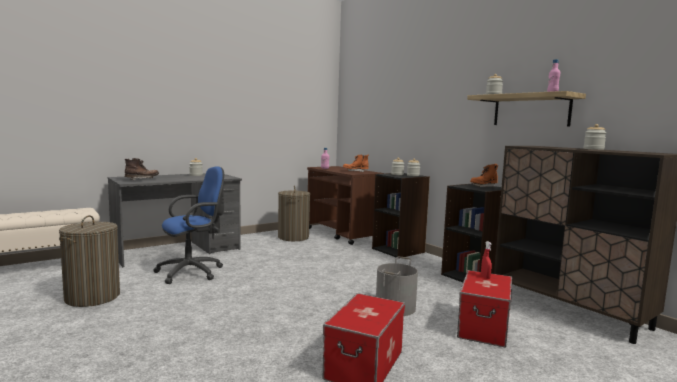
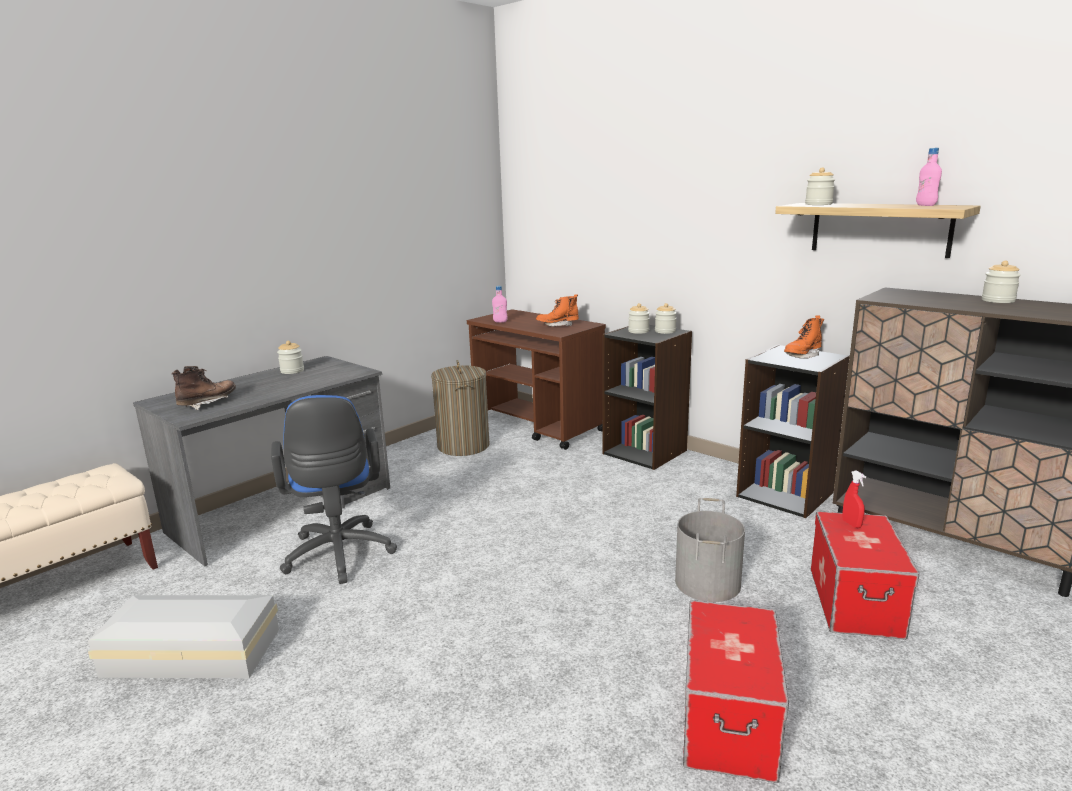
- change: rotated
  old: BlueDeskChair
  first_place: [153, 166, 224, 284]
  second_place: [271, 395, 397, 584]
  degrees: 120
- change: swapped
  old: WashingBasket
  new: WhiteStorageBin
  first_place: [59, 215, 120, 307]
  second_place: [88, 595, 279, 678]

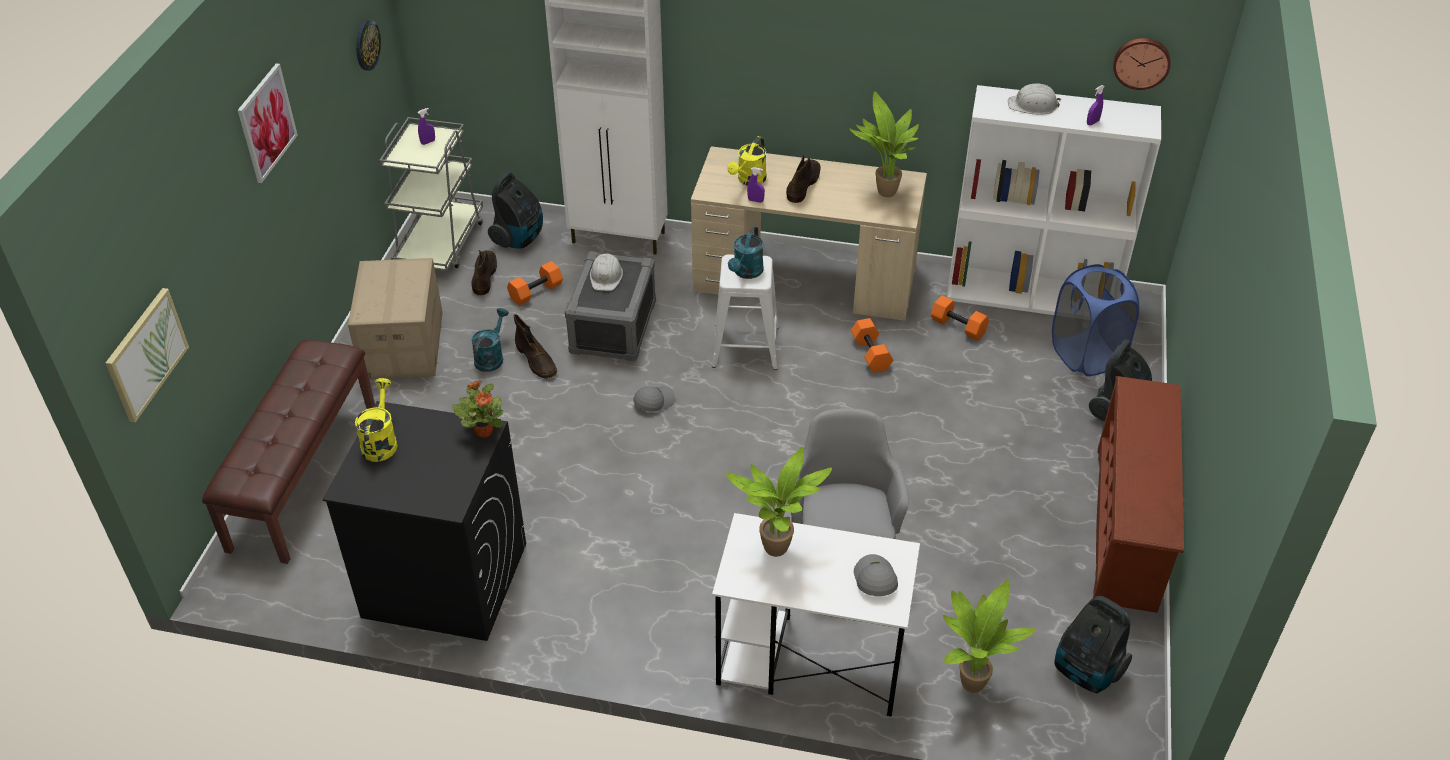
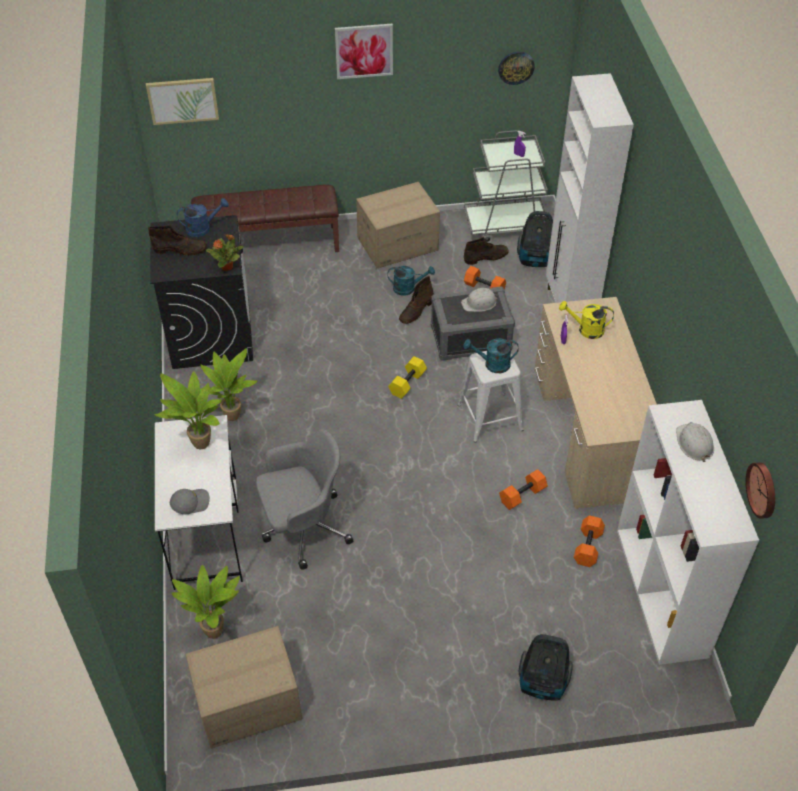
- change: gone
  old: PurplishSprayer
  first_place: [1087, 85, 1105, 125]
- change: shifted
  old: PlantInAPot
  first_place: [849, 91, 921, 197]
  second_place: [200, 348, 258, 421]
- change: shifted
  old: BrownTallBoot
  first_place: [786, 155, 821, 203]
  second_place: [148, 225, 207, 255]
- change: gone
  old: BlueWashingBasket
  first_place: [1052, 264, 1139, 376]
- change: gone
  old: BrownShoeStand
  first_place: [1092, 376, 1184, 613]
- change: repainted
  old: YellowWateringCan
  new: BlueWateringCan
  first_place: [355, 378, 398, 462]
  second_place: [177, 198, 229, 237]
- change: swapped
  old: GreyishBaseballCap
  new: YellowDumbbell
  first_place: [633, 386, 675, 412]
  second_place: [388, 356, 427, 399]
- change: swapped
  old: Hoover
  new: CardboardBox
  first_place: [1054, 596, 1132, 693]
  second_place: [186, 626, 302, 748]

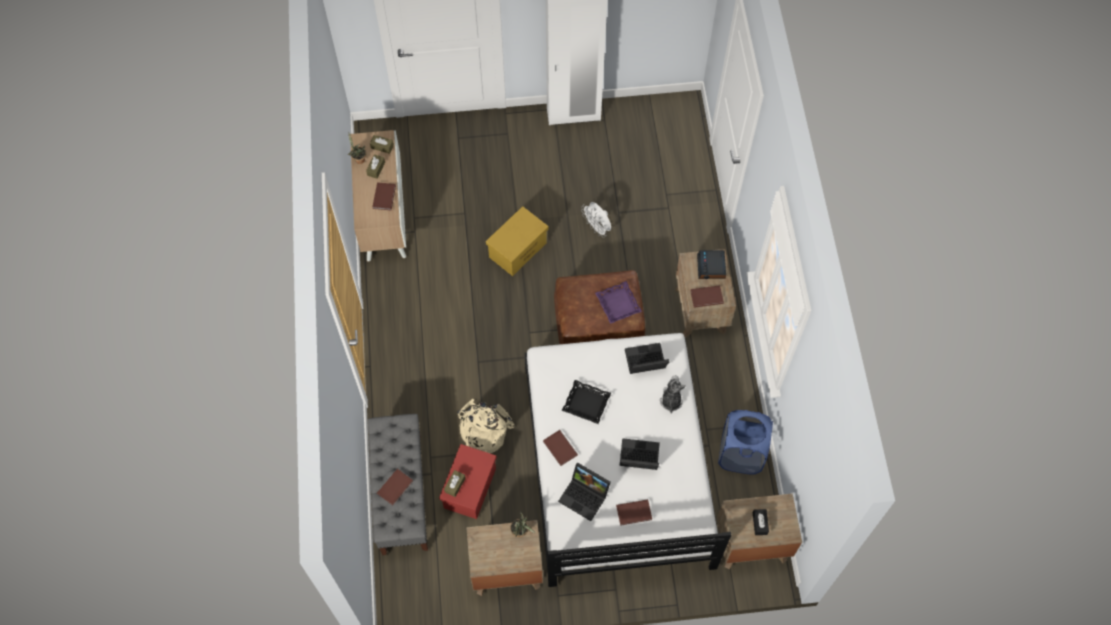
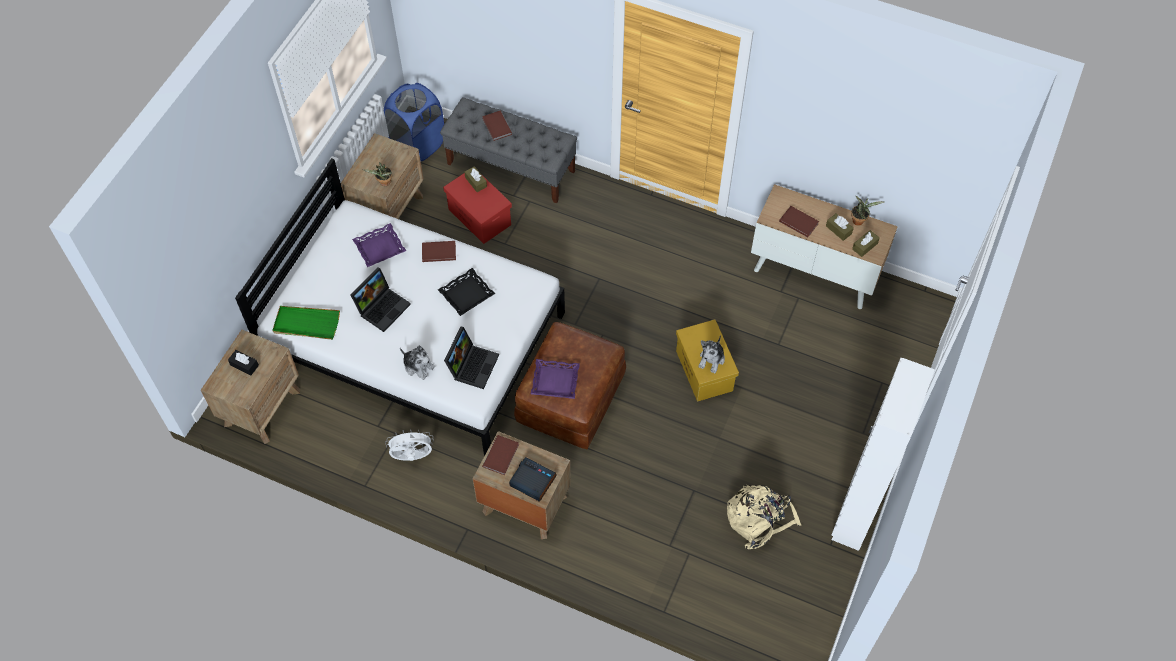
- change: shifted
  old: WhiteCoolingFan
  first_place: [581, 202, 611, 238]
  second_place: [385, 429, 434, 461]
- change: shifted
  old: SandColouredBackpack
  first_place: [457, 398, 514, 453]
  second_place: [727, 485, 801, 549]
- change: shifted
  old: BlueWashingBasket
  first_place: [718, 410, 773, 475]
  second_place: [384, 83, 444, 161]
- change: swapped
  old: Laptop
  new: PurplishCarryingTray
  first_place: [558, 462, 611, 521]
  second_place: [352, 223, 406, 267]
- change: gone
  old: BrownBoundBook
  first_place: [616, 499, 652, 526]
- change: new
  new: GreenCarryingTray
  second_place: [272, 306, 340, 340]
- change: new
  new: CuddlyToy
  second_place: [699, 335, 725, 374]

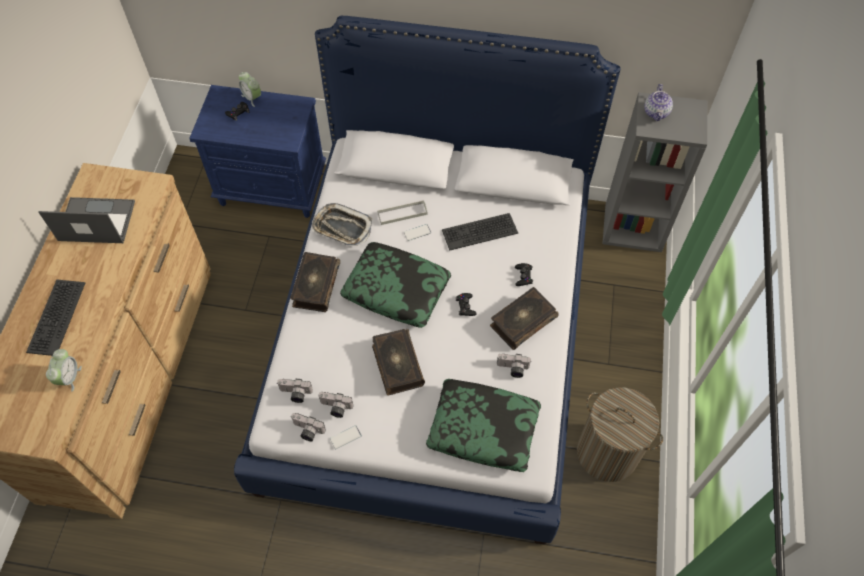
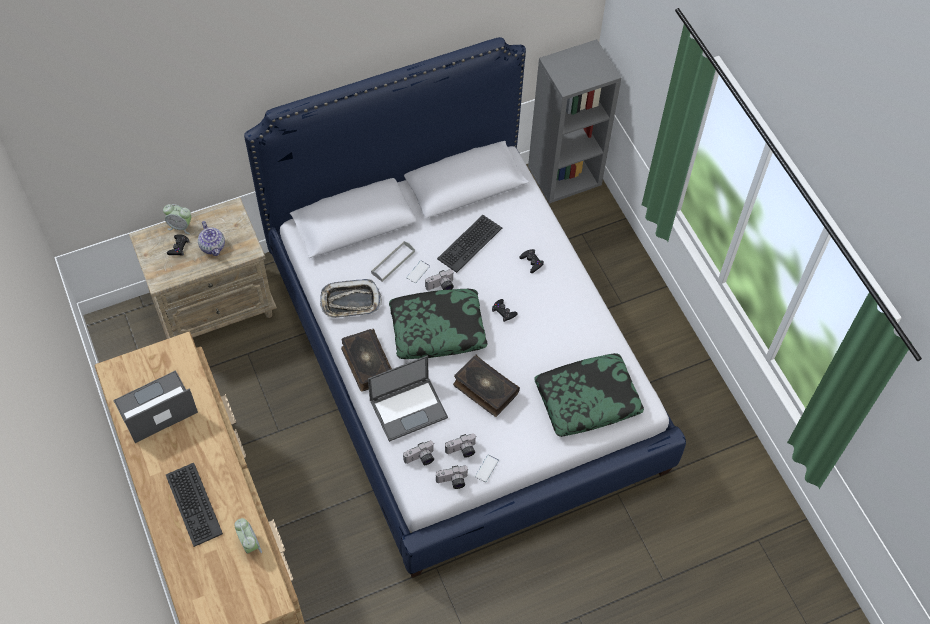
- change: shifted
  old: Teapot
  first_place: [644, 84, 673, 121]
  second_place: [198, 221, 225, 256]
- change: repainted
  old: BlueNightstand
  new: SandColouredNightstand
  first_place: [189, 85, 326, 218]
  second_place: [129, 198, 277, 339]
- change: gone
  old: BoundBook
  first_place: [490, 287, 559, 350]
- change: shifted
  old: StillCamera
  first_place: [497, 354, 531, 378]
  second_place: [425, 269, 454, 290]
- change: gone
  old: WashingBasket
  first_place: [577, 388, 663, 482]
- change: new
  new: Laptop
  second_place: [368, 355, 448, 442]

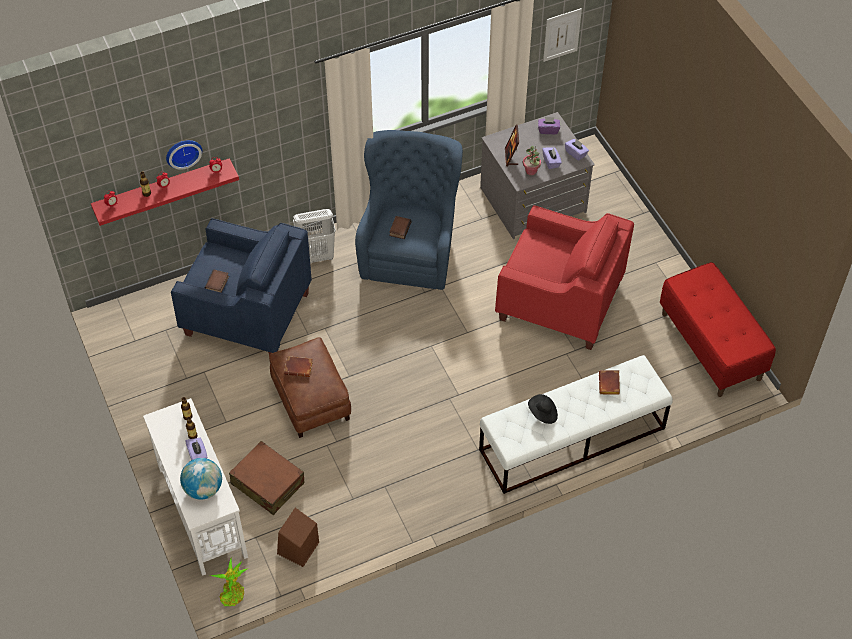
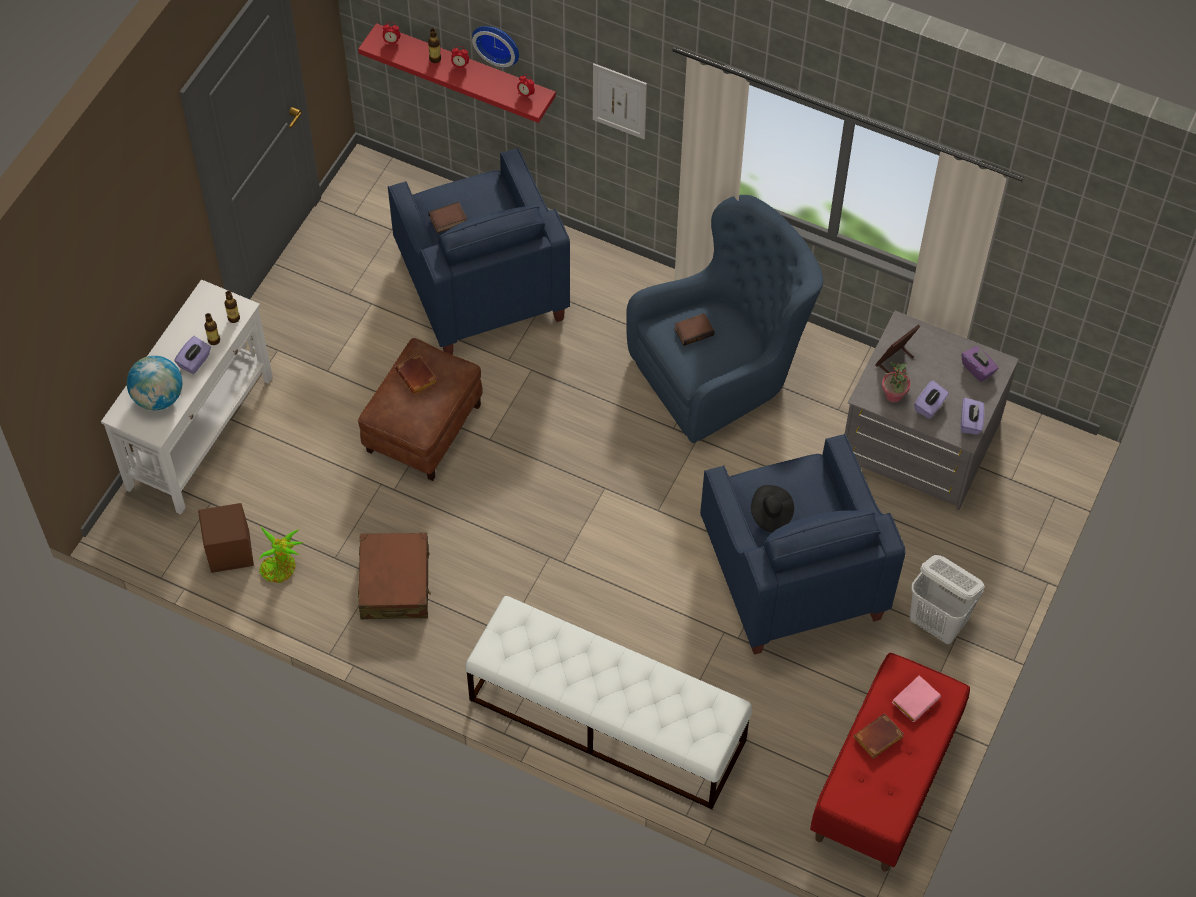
- change: shifted
  old: WallArt
  first_place: [543, 8, 582, 62]
  second_place: [593, 64, 647, 139]
- change: repainted
  old: ReddishLoungeChair
  new: BlueLoungeChair
  first_place: [495, 205, 634, 350]
  second_place: [700, 434, 906, 655]
- change: shifted
  old: WhiteWashingBasket
  first_place: [293, 209, 336, 263]
  second_place: [910, 555, 984, 644]
- change: shifted
  old: BrownBoundBook
  first_place: [599, 370, 620, 394]
  second_place: [854, 713, 904, 759]
- change: shifted
  old: BlackColouredWearableHat
  first_place: [528, 394, 558, 424]
  second_place: [751, 485, 794, 532]
- change: shifted
  old: BrownPieceOfLuggage
  first_place: [229, 441, 305, 515]
  second_place: [358, 533, 431, 620]
- change: shifted
  old: PlantInAPot
  first_place: [210, 558, 249, 606]
  second_place: [259, 527, 303, 583]
- change: new
  new: PinkishBoundBook
  second_place: [892, 675, 941, 722]

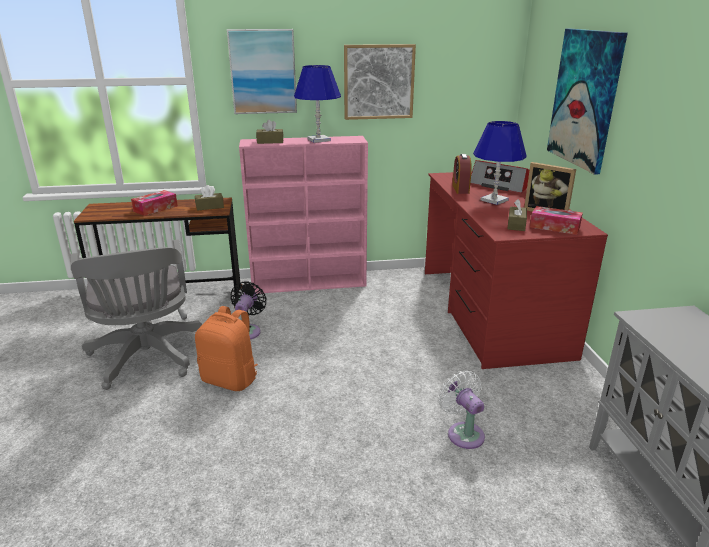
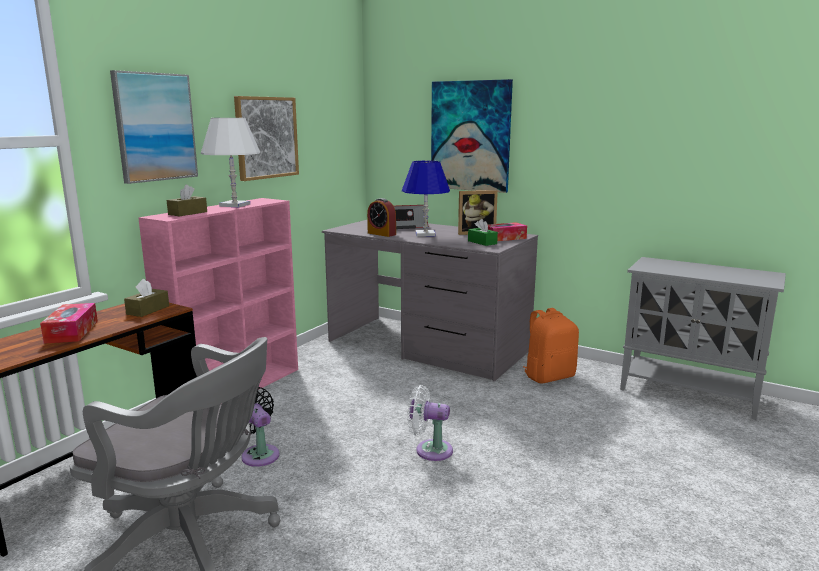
- change: repainted
  old: BlueTableLamp
  new: WhiteTableLamp
  first_place: [294, 65, 341, 143]
  second_place: [201, 118, 260, 207]
- change: repainted
  old: ReddishDeskUnit
  new: GreyishDeskUnit
  first_place: [425, 172, 608, 369]
  second_place: [322, 220, 538, 382]
- change: repainted
  old: BrownTissueHolder
  new: GreenTissueHolder
  first_place: [508, 199, 527, 231]
  second_place: [468, 219, 498, 246]
- change: shifted
  old: OrangeBackpack
  first_place: [195, 306, 258, 391]
  second_place: [523, 308, 579, 383]
- change: shifted
  old: WhiteCoolingFan
  first_place: [438, 370, 485, 449]
  second_place: [408, 385, 453, 461]

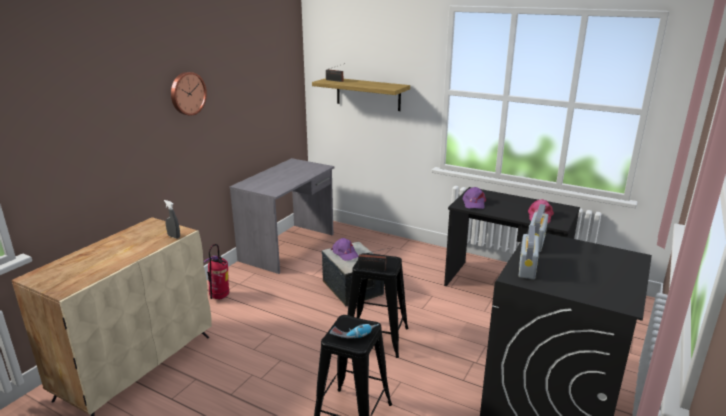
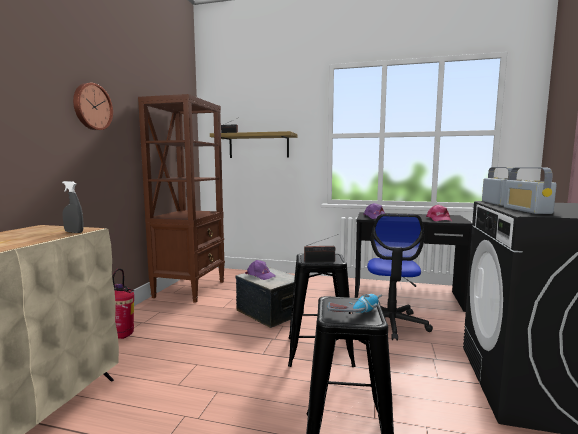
- change: swapped
  old: GreyishDeskUnit
  new: BrownBookshelf
  first_place: [230, 158, 335, 274]
  second_place: [138, 94, 225, 303]
- change: new
  new: DeskChair
  second_place: [367, 214, 433, 341]

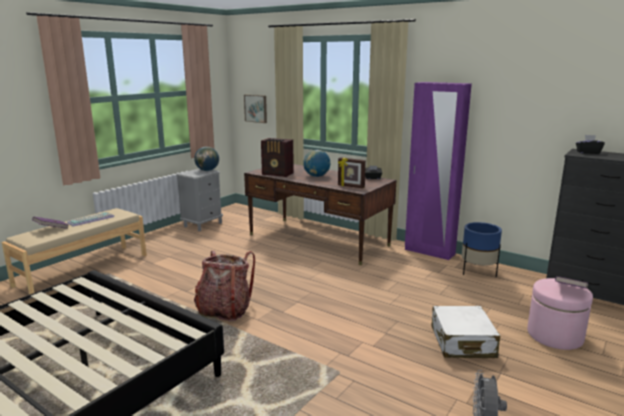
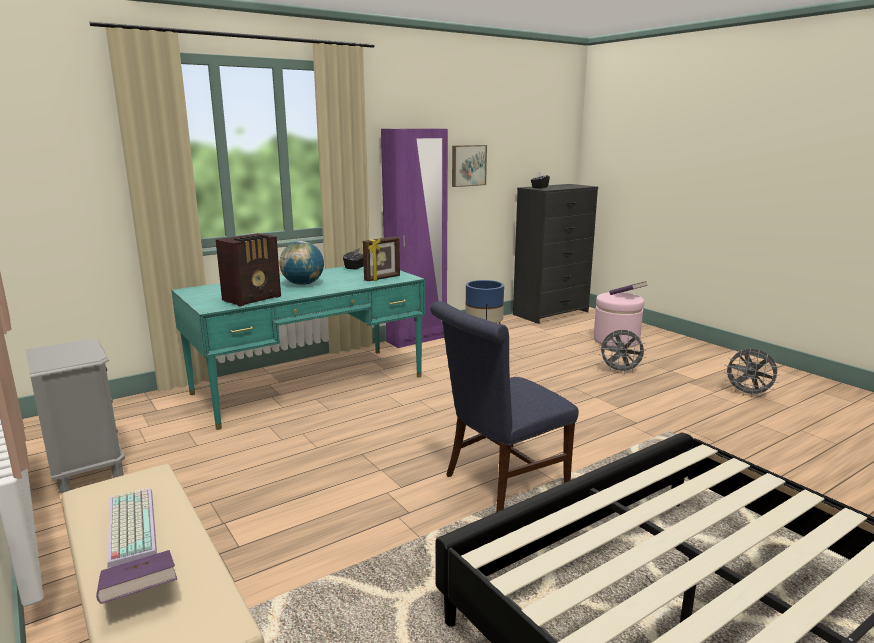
- change: shifted
  old: WallArt
  first_place: [244, 95, 267, 123]
  second_place: [452, 145, 487, 187]
- change: gone
  old: WorldGlobe
  first_place: [194, 147, 219, 171]
- change: repainted
  old: BrownDeskUnit
  new: BlueGreenDeskUnit
  first_place: [244, 164, 397, 265]
  second_place: [171, 266, 425, 430]
- change: swapped
  old: Backpack
  new: BluePlainChair
  first_place: [194, 251, 255, 321]
  second_place: [430, 301, 579, 512]
- change: swapped
  old: WhitePieceOfLuggage
  new: GreyishCoolingFan
  first_place: [432, 306, 500, 358]
  second_place: [599, 330, 647, 374]

